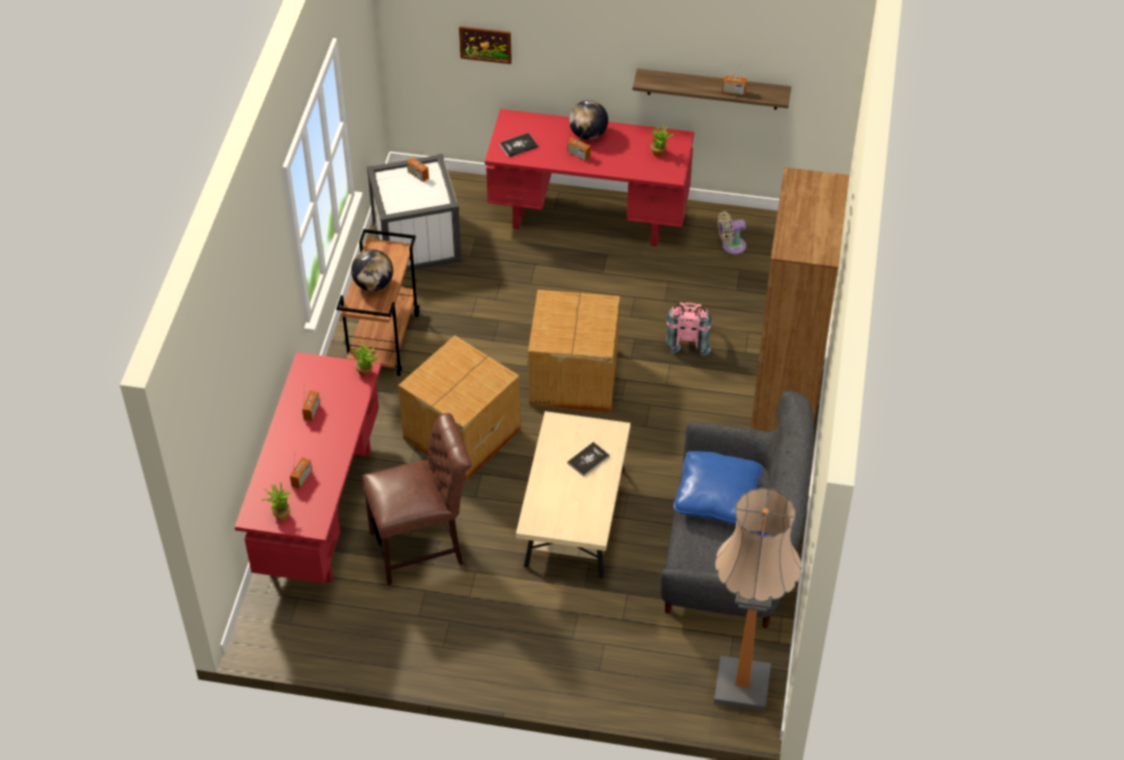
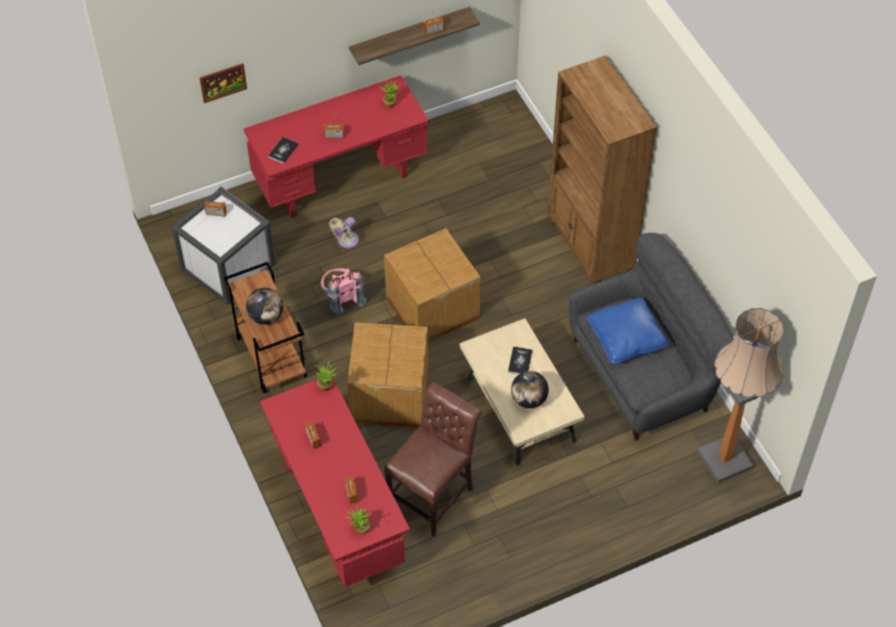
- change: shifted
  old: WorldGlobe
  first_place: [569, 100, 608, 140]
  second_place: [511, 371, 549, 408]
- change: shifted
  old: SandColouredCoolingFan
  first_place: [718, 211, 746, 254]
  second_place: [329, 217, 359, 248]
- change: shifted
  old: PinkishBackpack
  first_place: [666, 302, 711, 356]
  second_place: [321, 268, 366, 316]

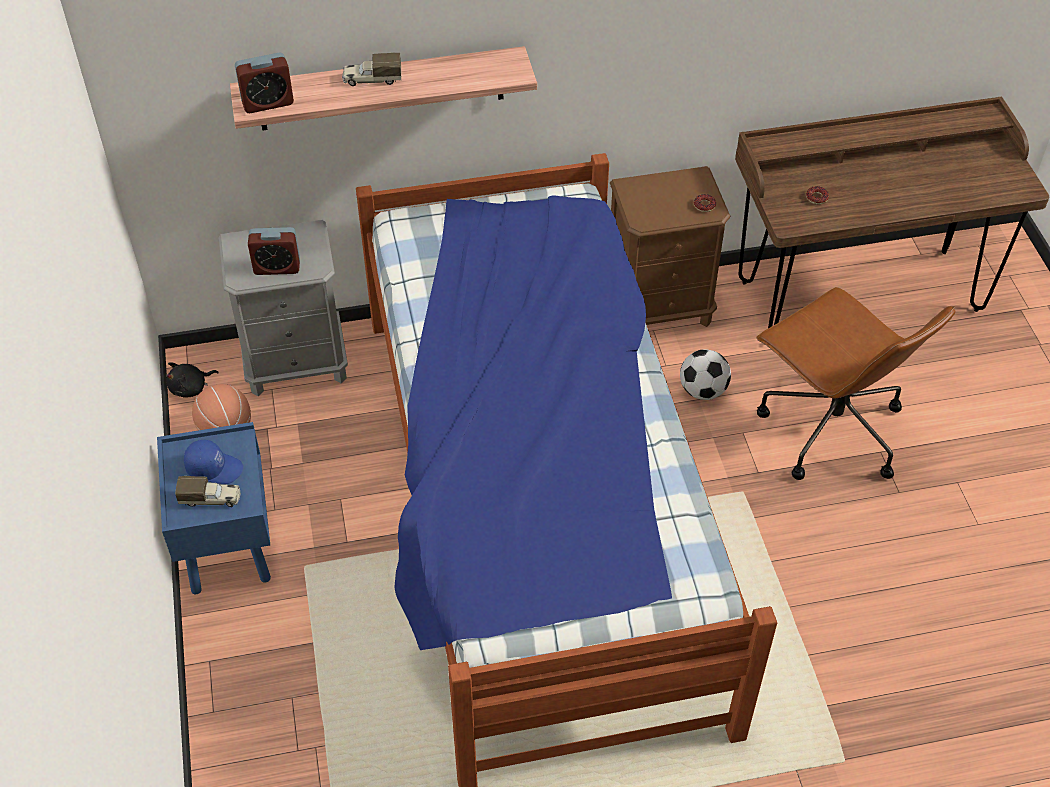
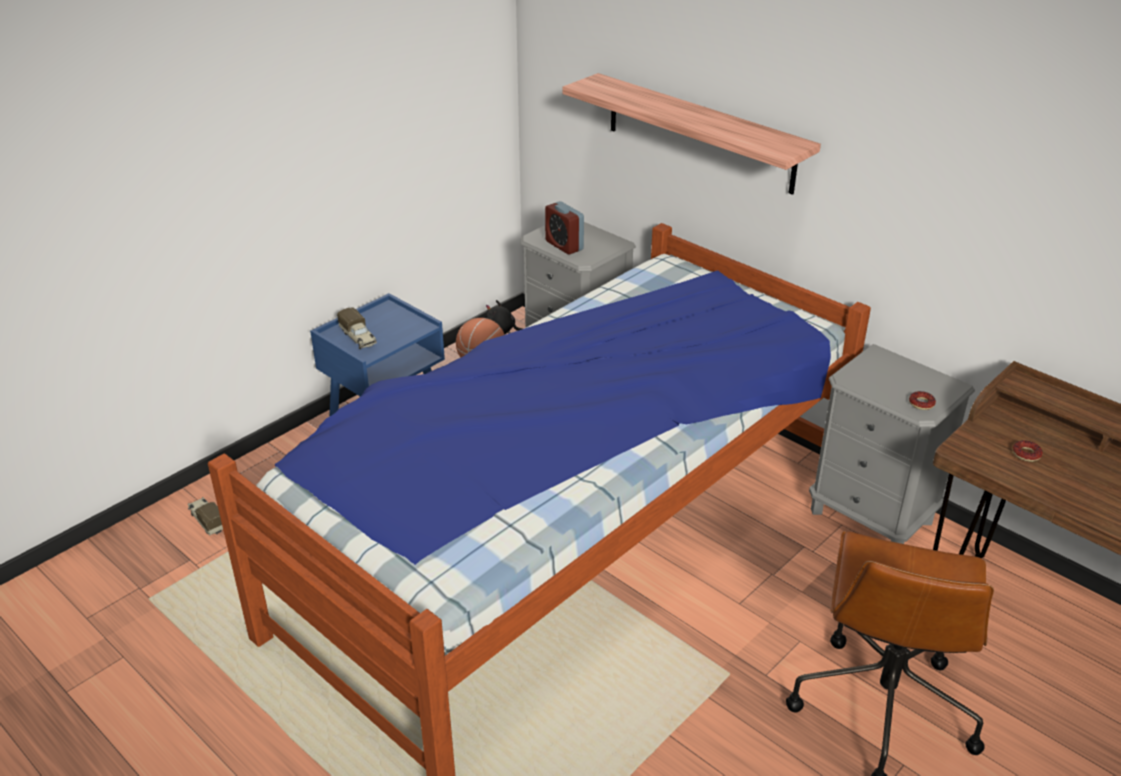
- change: gone
  old: AlarmClock
  first_place: [235, 52, 294, 113]
- change: shifted
  old: ToyTruck
  first_place: [342, 53, 401, 86]
  second_place: [188, 497, 223, 535]
- change: repainted
  old: BrownNightstand
  new: GreyishNightstand
  first_place: [610, 166, 730, 327]
  second_place: [809, 344, 975, 544]
- change: gone
  old: Football
  first_place: [680, 349, 731, 400]
- change: gone
  old: BlueBaseballCap
  first_place: [184, 439, 243, 484]

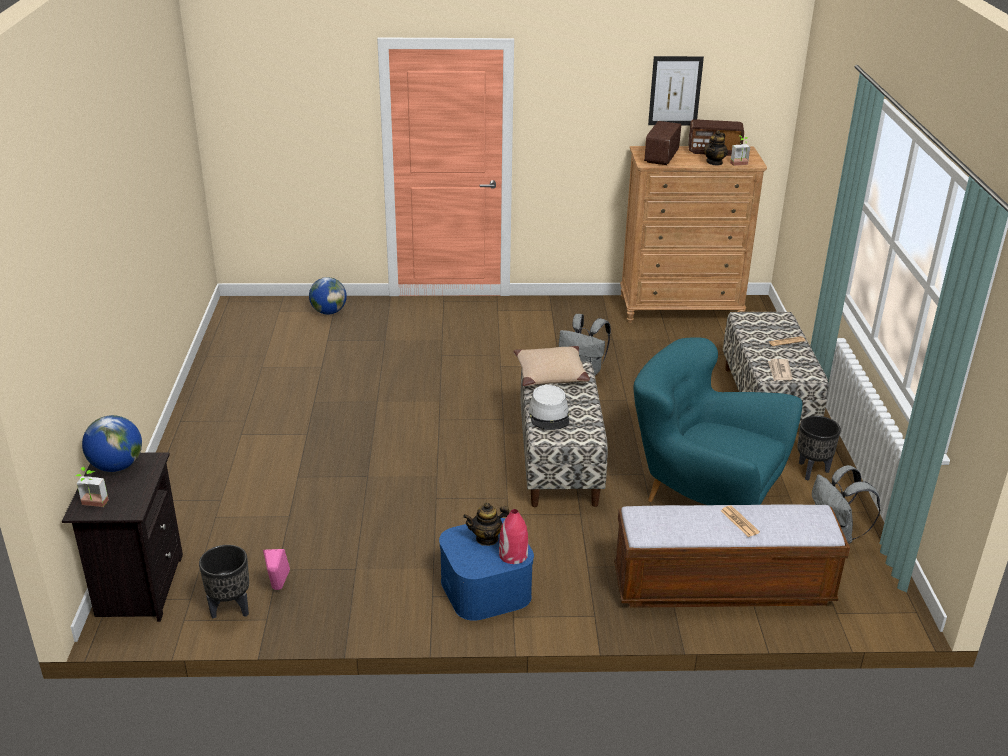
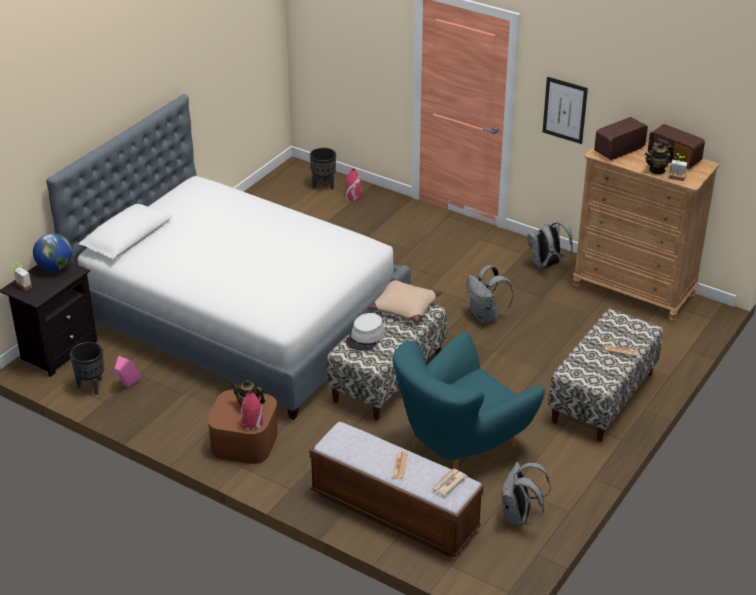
- change: shifted
  old: WallArt
  first_place: [648, 56, 704, 125]
  second_place: [542, 77, 588, 144]
- change: swapped
  old: WorldGlobe
  new: ReddishFlowerVase
  first_place: [309, 277, 347, 315]
  second_place: [345, 168, 362, 201]
- change: rotated
  old: BlueGreenLoungeChair
  first_place: [634, 337, 802, 505]
  second_place: [393, 333, 545, 470]
  degrees: -105
- change: shifted
  old: PrintedPaper
  first_place: [768, 359, 793, 381]
  second_place: [431, 469, 467, 496]
- change: shifted
  old: BlackColouredPlantPot
  first_place: [797, 416, 841, 481]
  second_place: [310, 148, 336, 190]
- change: repainted
  old: BlueStorageBin
  new: BrownStorageBin
  first_place: [439, 518, 534, 621]
  second_place: [207, 390, 278, 464]
- change: new
  new: Bed
  second_place: [47, 94, 411, 420]
- change: new
  new: GreyishBackpack
  second_place: [528, 222, 573, 269]

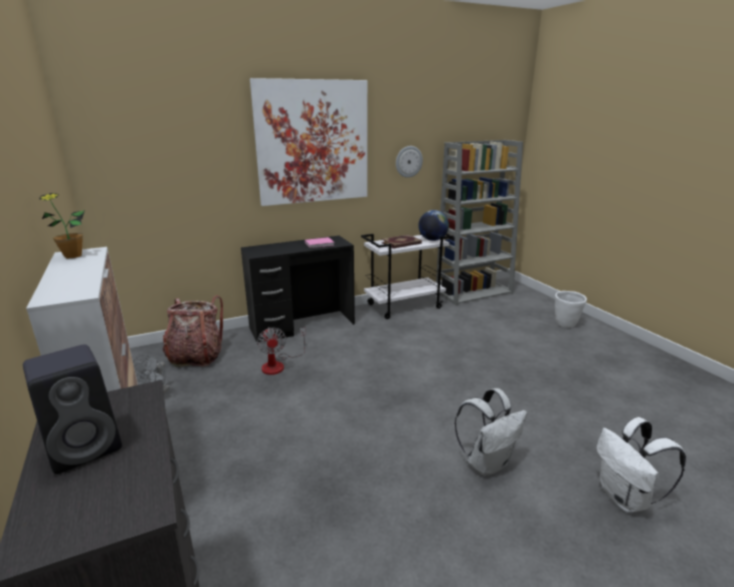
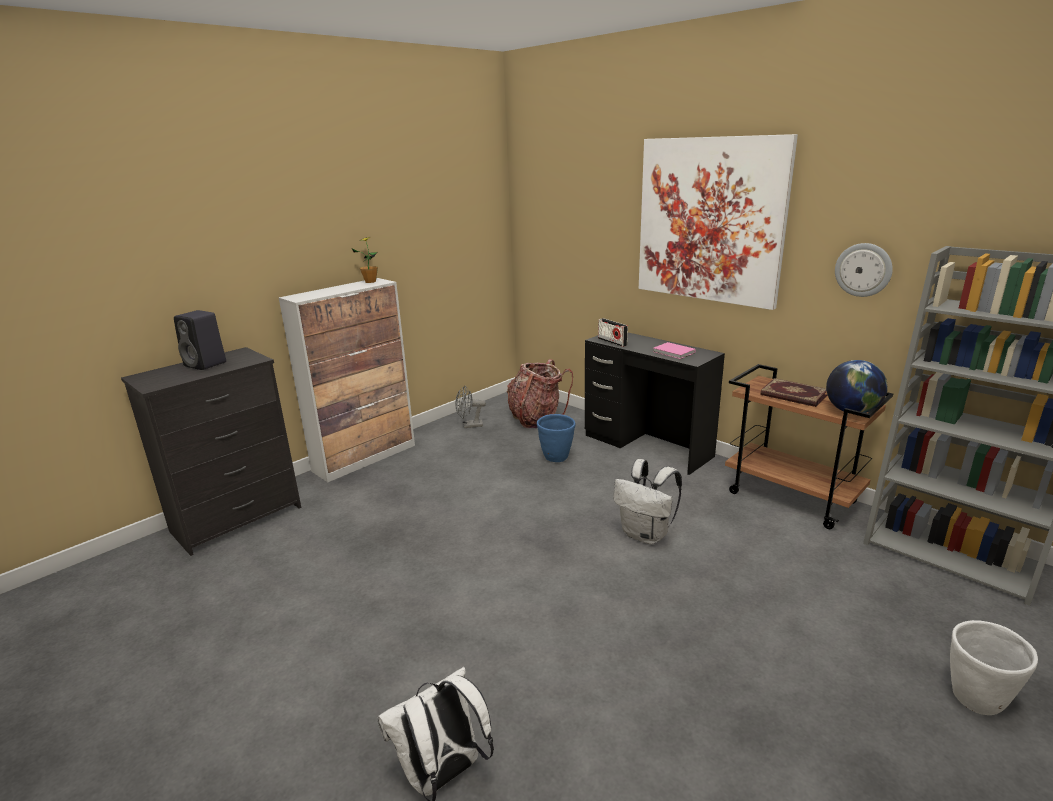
- change: repainted
  old: WhiteTrolley
  new: BrownTrolley
  first_place: [361, 233, 453, 319]
  second_place: [725, 364, 893, 529]
- change: swapped
  old: CoolingFan
  new: BluePlantPot
  first_place: [257, 327, 306, 375]
  second_place: [537, 414, 575, 462]
- change: shifted
  old: WhiteBackpack
  first_place: [455, 388, 527, 476]
  second_place: [613, 459, 682, 545]
- change: new
  new: RadioReceiver
  second_place: [598, 318, 628, 347]

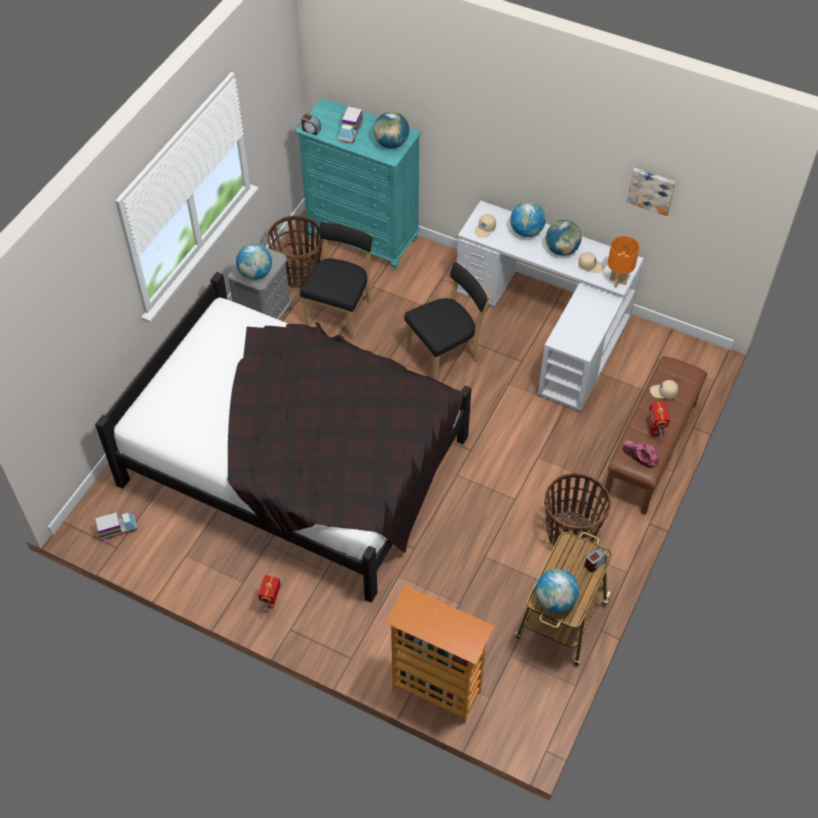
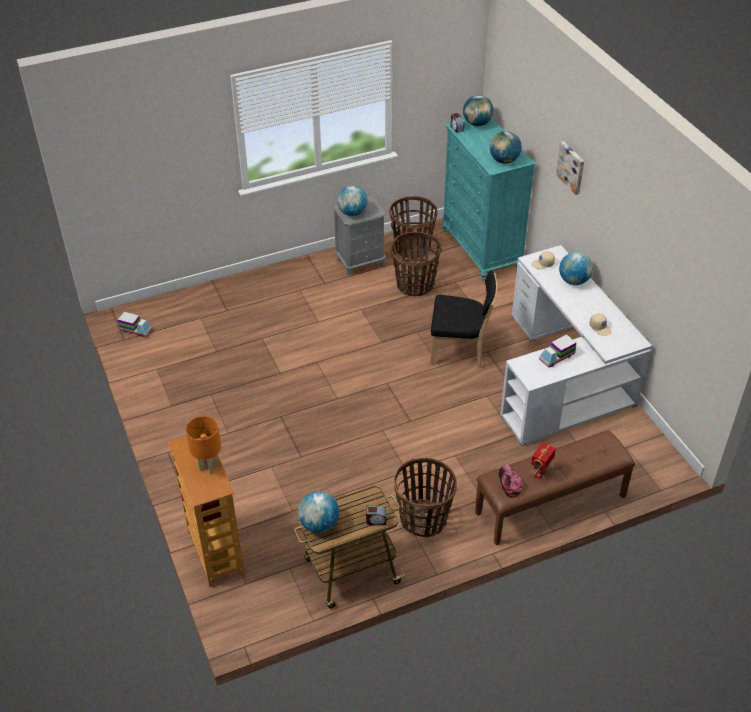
- change: shifted
  old: ToyTruck
  first_place: [338, 107, 363, 144]
  second_place: [539, 334, 576, 367]
- change: shifted
  old: WallArt
  first_place: [627, 168, 676, 216]
  second_place: [556, 141, 584, 195]
- change: shifted
  old: WorldGlobe
  first_place: [546, 220, 582, 256]
  second_place: [463, 95, 493, 126]
- change: swapped
  old: BlackColouredPlainChair
  new: Basket
  first_place: [300, 222, 373, 340]
  second_place: [391, 232, 442, 296]
- change: shifted
  old: OrangeTableLamp
  first_place: [608, 236, 639, 288]
  second_place: [186, 416, 221, 475]
- change: gone
  old: BlackColouredBed
  first_place: [95, 272, 471, 602]
- change: gone
  old: SandColouredBaseballCap
  first_place: [650, 380, 678, 399]
- change: gone
  old: RobotFigure
  first_place: [258, 575, 281, 612]

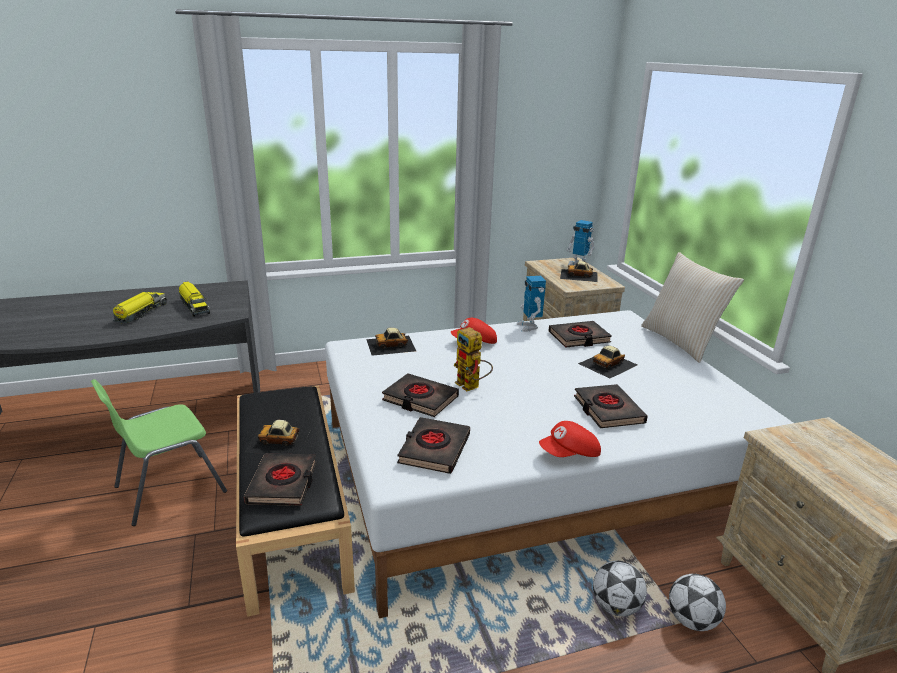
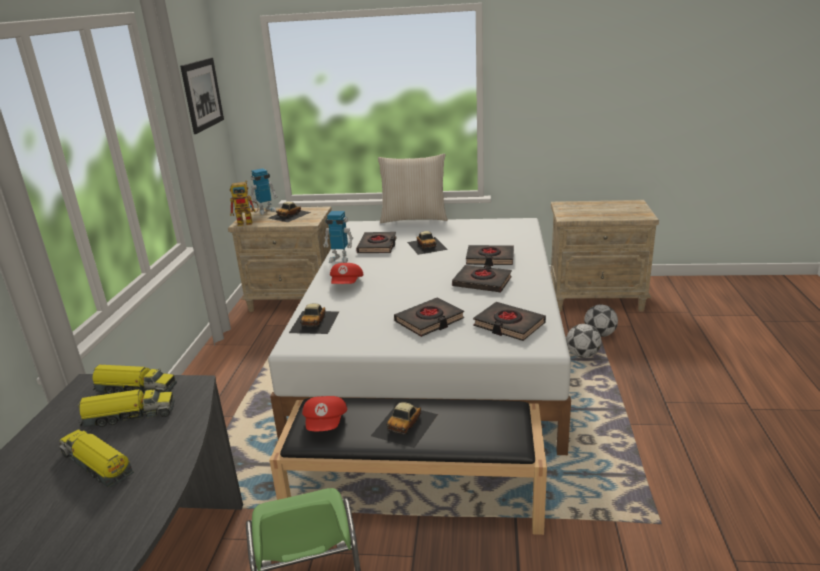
- change: shifted
  old: RobotFigure
  first_place: [454, 327, 493, 391]
  second_place: [230, 181, 259, 226]
- change: shifted
  old: ReddishBaseballCap
  first_place: [539, 421, 601, 457]
  second_place: [302, 396, 347, 431]
- change: shifted
  old: BlackColouredBoundBook
  first_place: [244, 453, 317, 506]
  second_place: [452, 265, 512, 292]
- change: new
  new: WallArt
  second_place: [180, 58, 224, 134]
- change: new
  new: ToyTruck
  second_place: [92, 365, 177, 394]

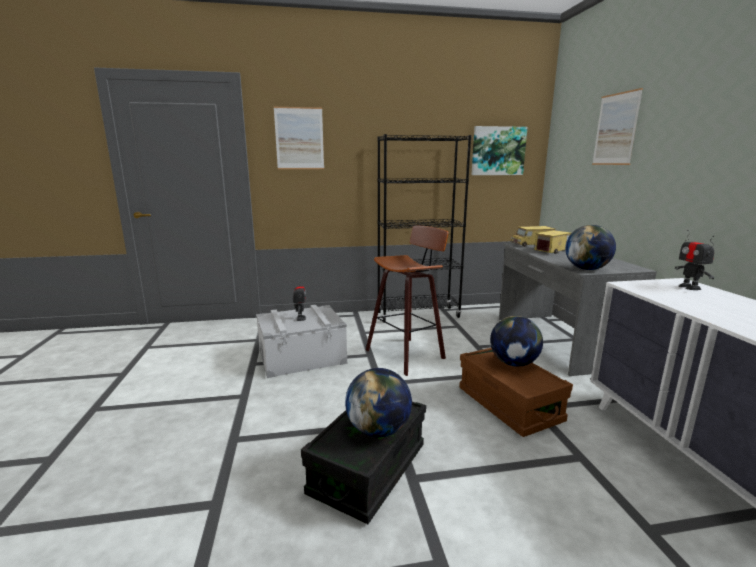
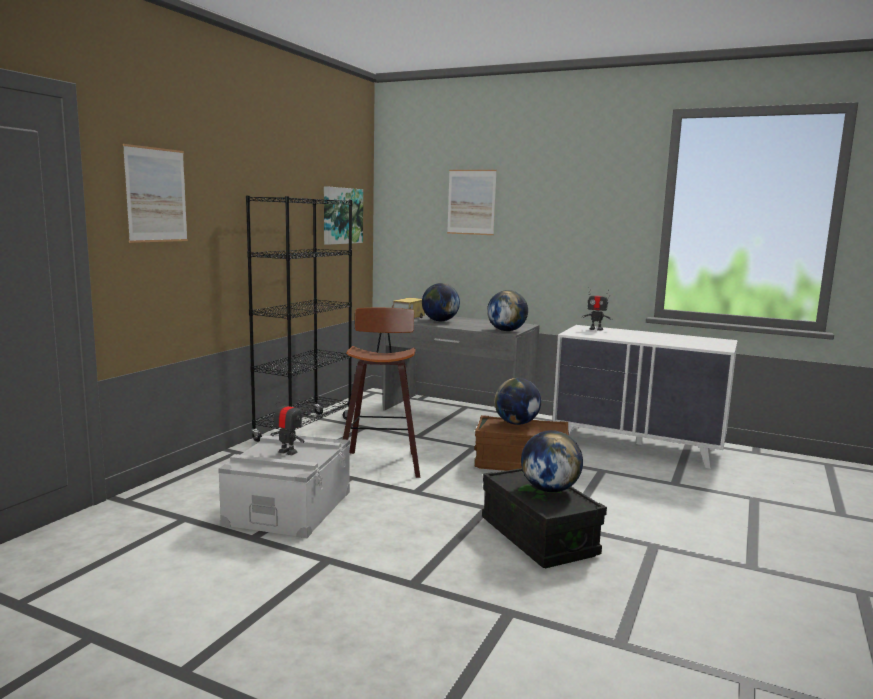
- change: swapped
  old: ToyTruck
  new: WorldGlobe
  first_place: [534, 230, 571, 254]
  second_place: [422, 283, 460, 321]

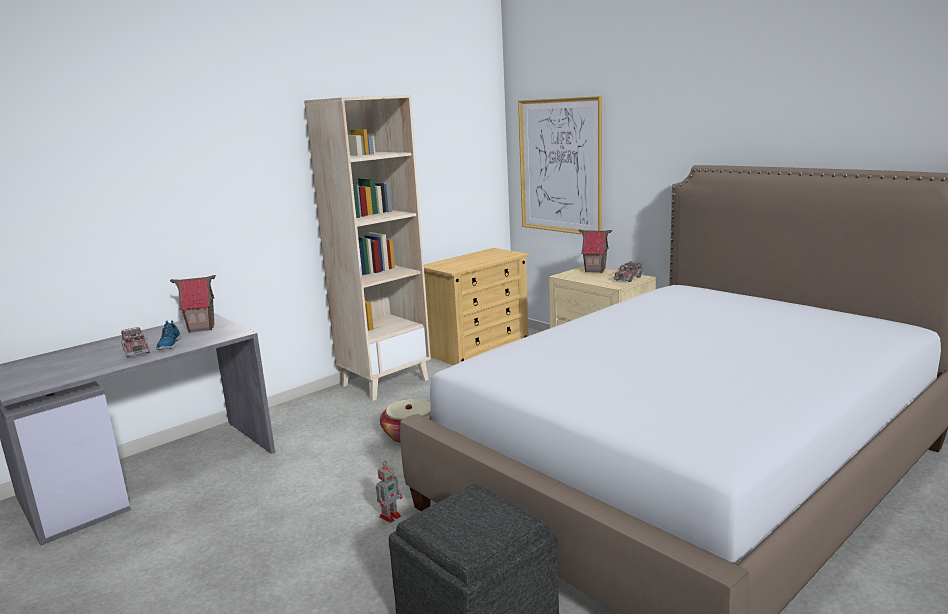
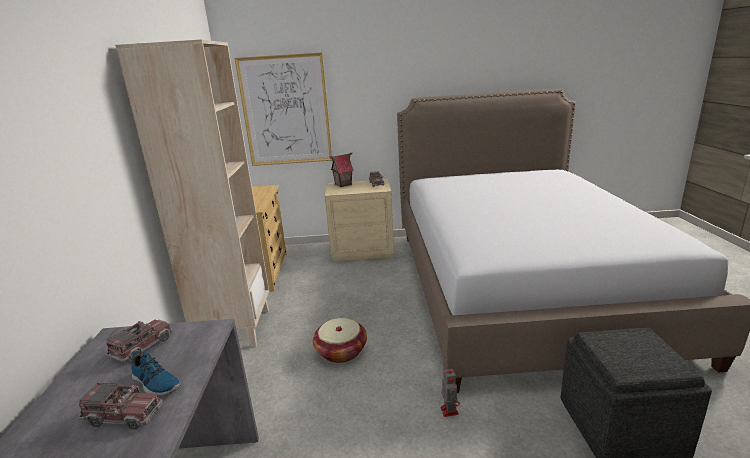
- change: swapped
  old: ModelHouse
  new: ToyTruck
  first_place: [170, 275, 216, 333]
  second_place: [106, 320, 173, 362]

